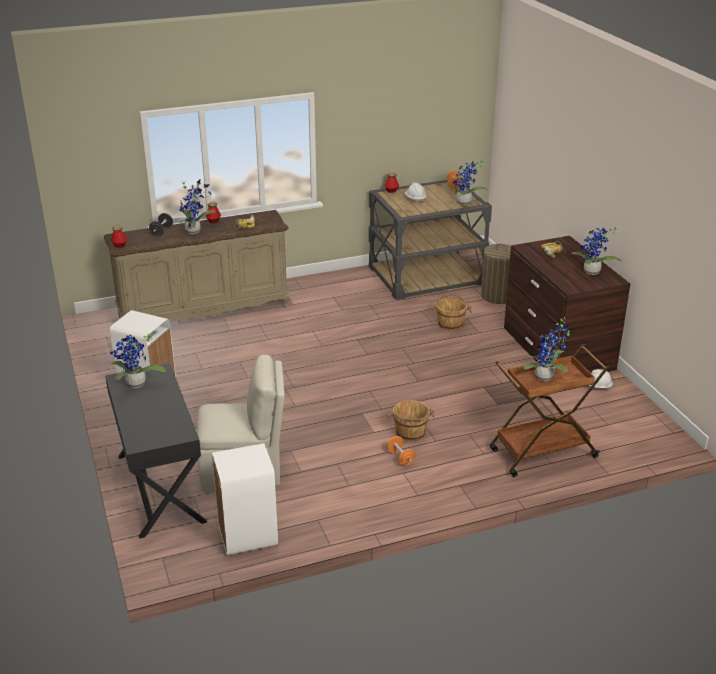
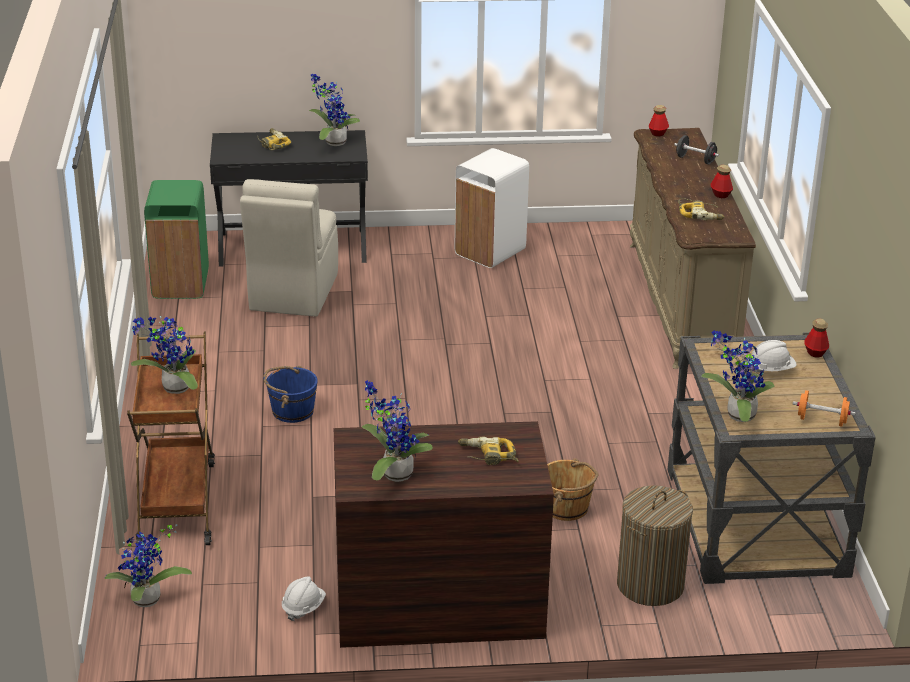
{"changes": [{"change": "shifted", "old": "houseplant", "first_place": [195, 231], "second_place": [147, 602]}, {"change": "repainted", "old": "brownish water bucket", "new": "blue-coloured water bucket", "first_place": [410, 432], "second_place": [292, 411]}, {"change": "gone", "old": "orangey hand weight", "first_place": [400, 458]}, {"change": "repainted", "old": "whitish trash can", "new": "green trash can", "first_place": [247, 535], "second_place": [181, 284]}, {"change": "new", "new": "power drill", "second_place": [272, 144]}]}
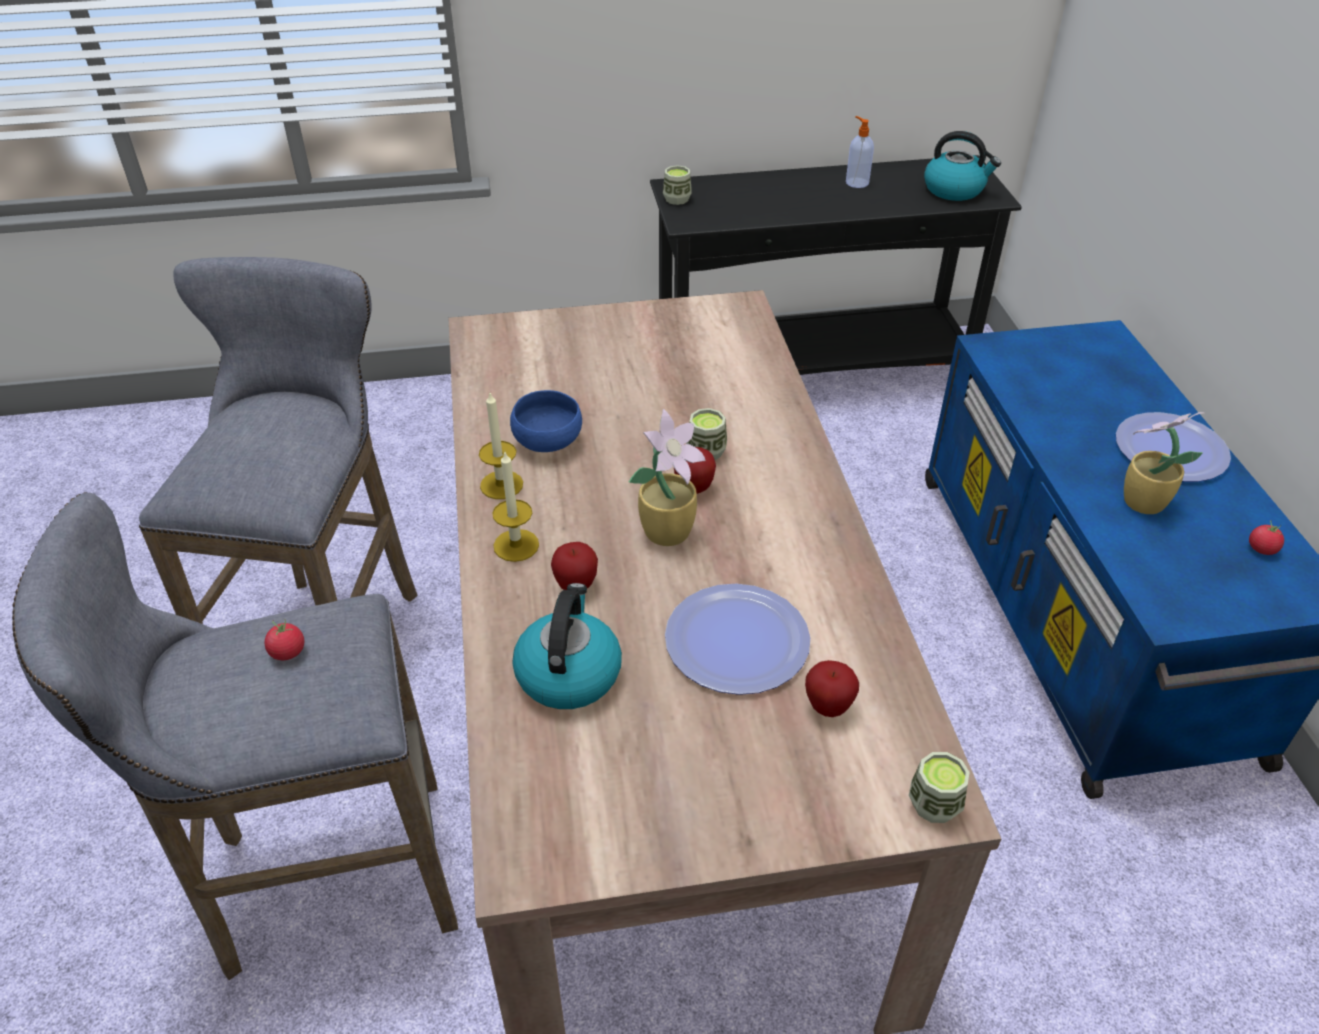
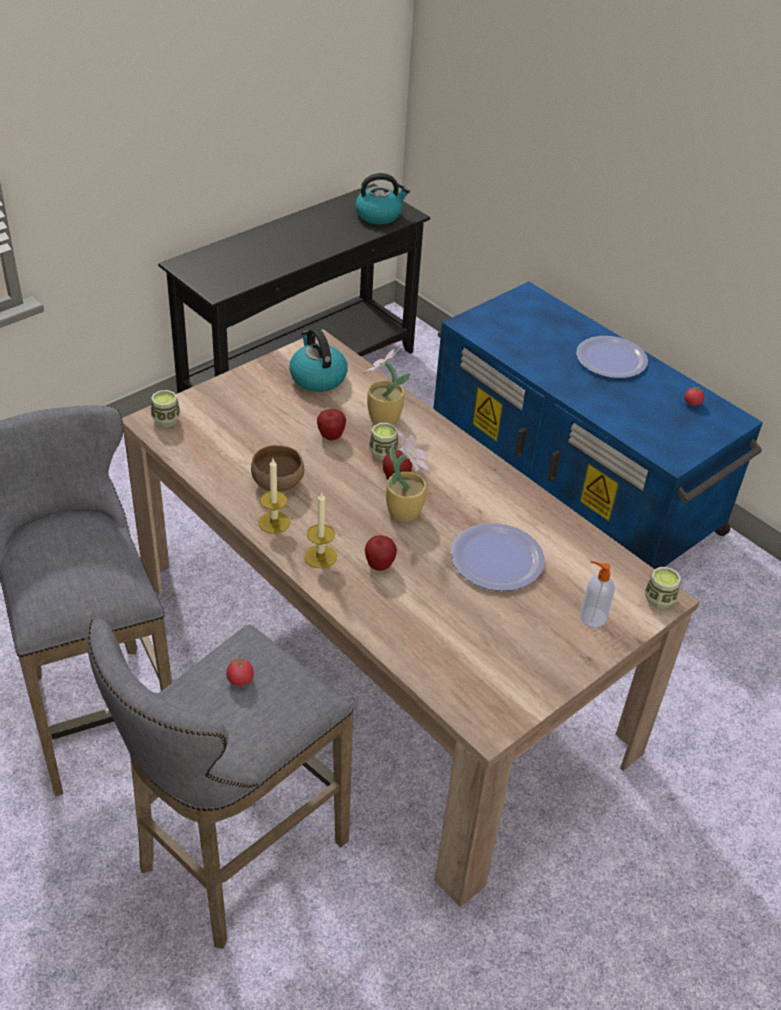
{"changes": [{"change": "shifted", "old": "liquid soap bottle", "first_place": [856, 182], "second_place": [592, 617]}, {"change": "shifted", "old": "cup", "first_place": [677, 199], "second_place": [166, 420]}, {"change": "repainted", "old": "blue-coloured bowl", "new": "brownish bowl", "first_place": [549, 442], "second_place": [278, 483]}, {"change": "shifted", "old": "houseplant", "first_place": [1141, 502], "second_place": [383, 419]}, {"change": "shifted", "old": "tea kettle", "first_place": [568, 673], "second_place": [317, 377]}, {"change": "shifted", "old": "whole apple", "first_place": [828, 707], "second_place": [331, 436]}]}
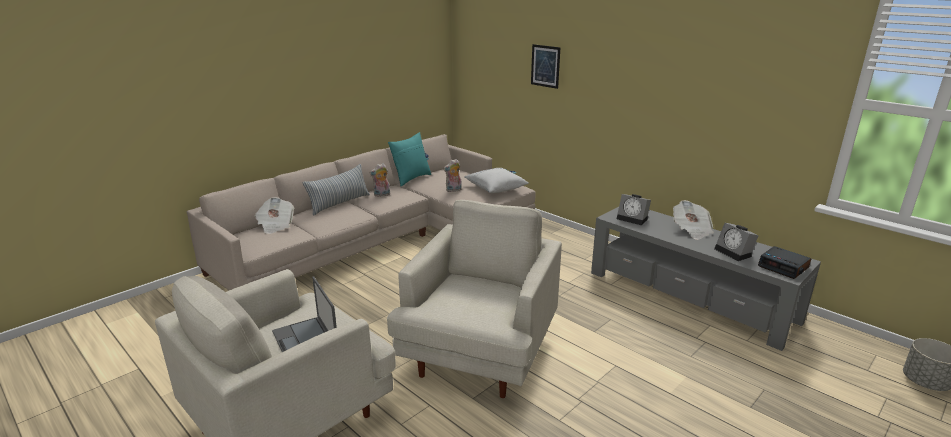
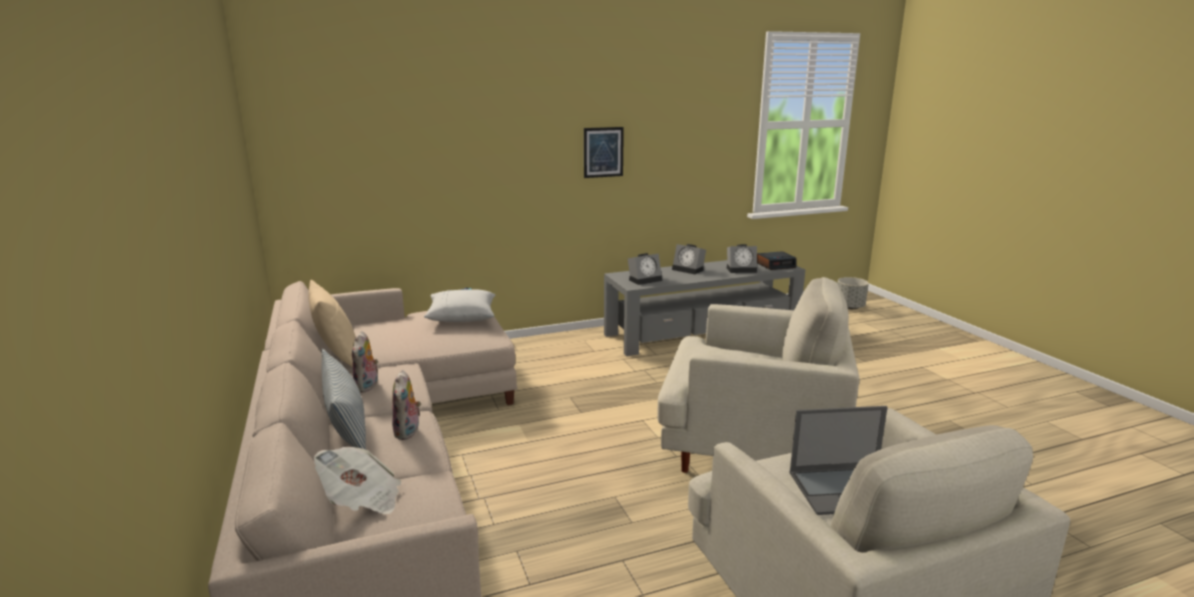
{"changes": [{"change": "shifted", "old": "picture", "first_place": [545, 66], "second_place": [603, 152]}, {"change": "repainted", "old": "turquoise cushion", "new": "beige cushion", "first_place": [411, 179], "second_place": [337, 357]}, {"change": "shifted", "old": "cuddly toy", "first_place": [453, 190], "second_place": [408, 432]}, {"change": "rotated", "old": "beige armchair", "first_place": [479, 356], "second_place": [748, 453], "degrees": 150}, {"change": "swapped", "old": "newspaper", "new": "bedside clock", "first_place": [691, 230], "second_place": [689, 269]}]}
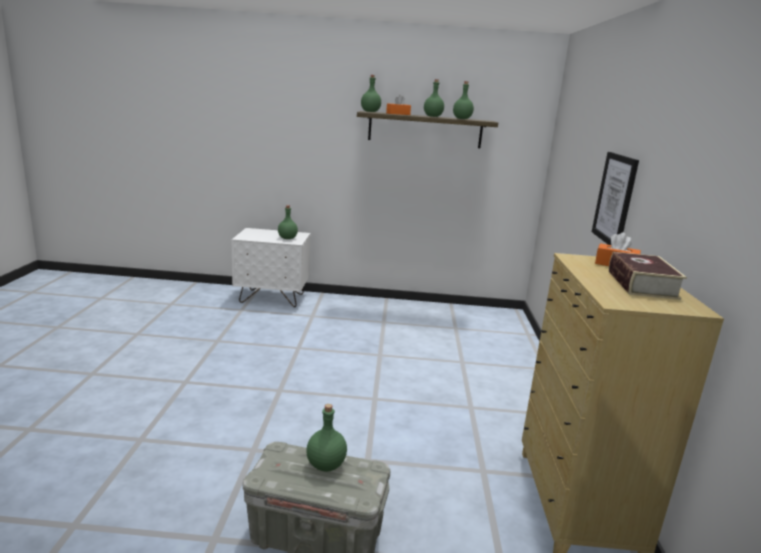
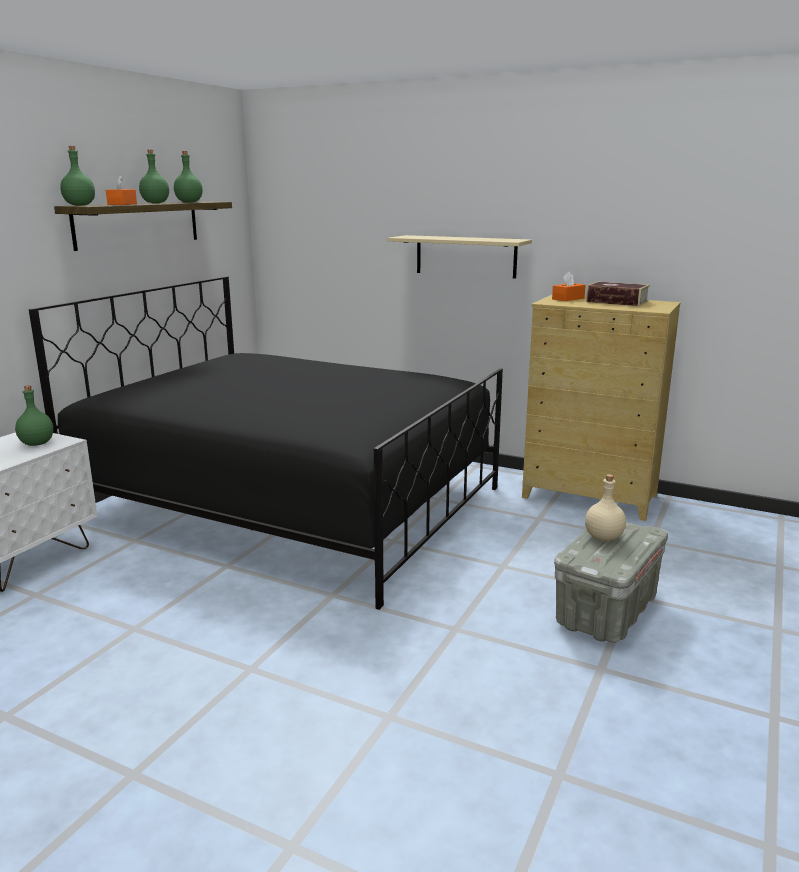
{"changes": [{"change": "swapped", "old": "picture", "new": "beige bracket shelf", "first_place": [615, 199], "second_place": [465, 256]}, {"change": "repainted", "old": "green beverage bottle", "new": "beige beverage bottle", "first_place": [325, 464], "second_place": [603, 538]}, {"change": "new", "new": "black-coloured bed", "second_place": [290, 503]}]}
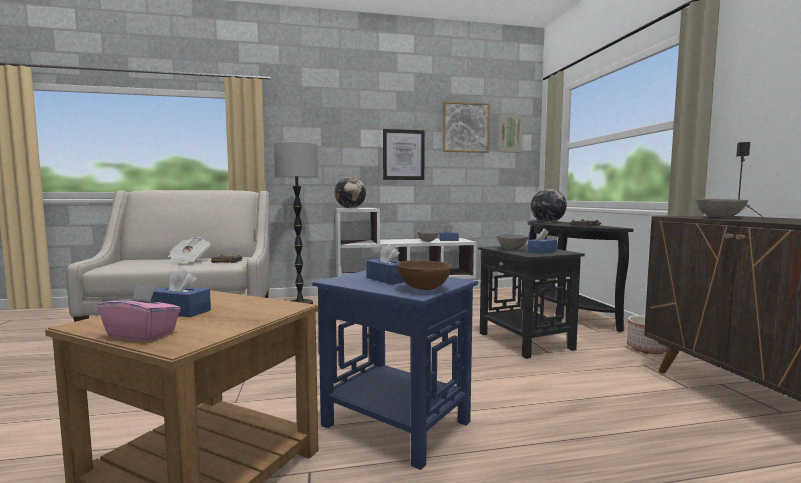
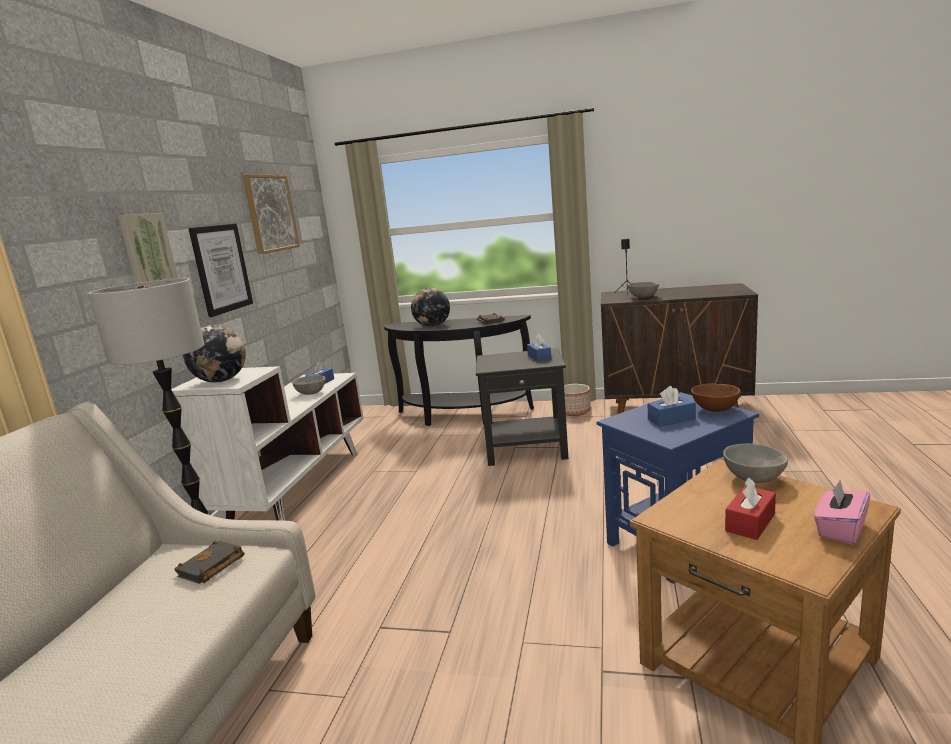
{"changes": [{"change": "shifted", "old": "picture", "first_place": [509, 134], "second_place": [147, 253]}, {"change": "shifted", "old": "grey bowl", "first_place": [512, 249], "second_place": [753, 478]}, {"change": "gone", "old": "newspaper", "first_place": [187, 262]}, {"change": "repainted", "old": "blue-coloured tissue box", "new": "red-coloured tissue box", "first_place": [180, 311], "second_place": [750, 522]}]}
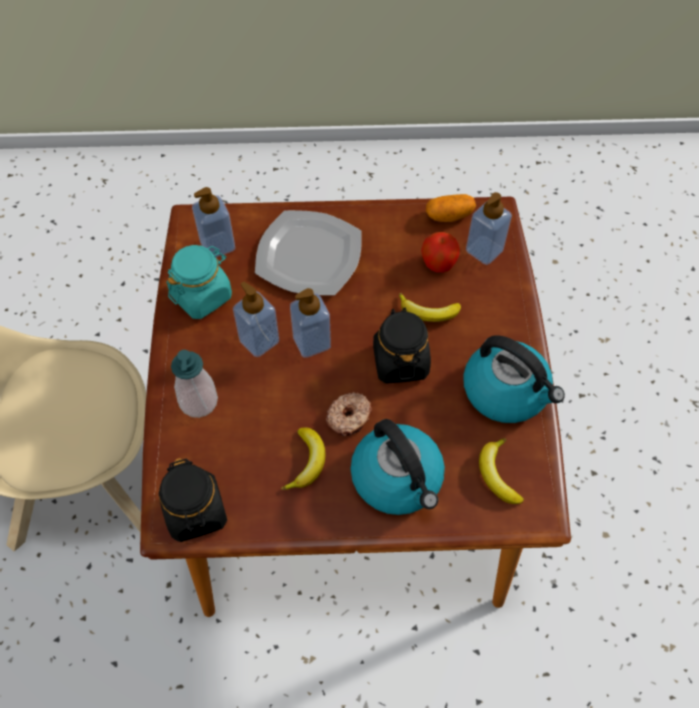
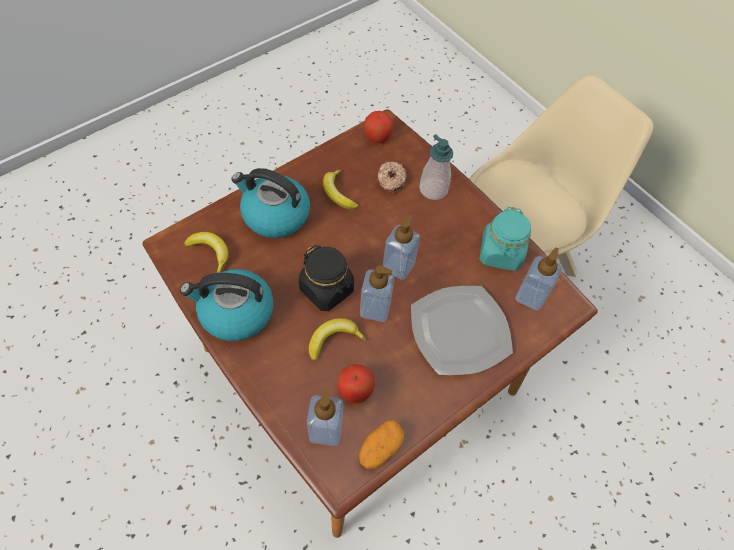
{"changes": [{"change": "shifted", "old": "liquid soap bottle", "first_place": [259, 340], "second_place": [375, 308]}, {"change": "shifted", "old": "doughnut", "first_place": [349, 418], "second_place": [390, 180]}, {"change": "swapped", "old": "black-coloured jar", "new": "whole apple", "first_place": [196, 512], "second_place": [377, 137]}]}
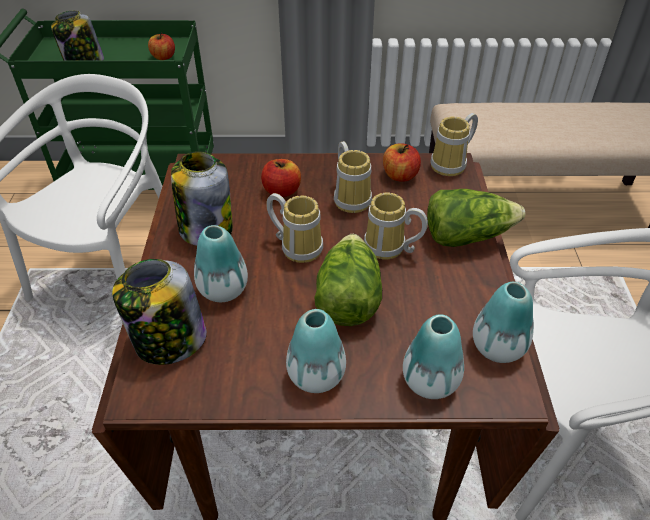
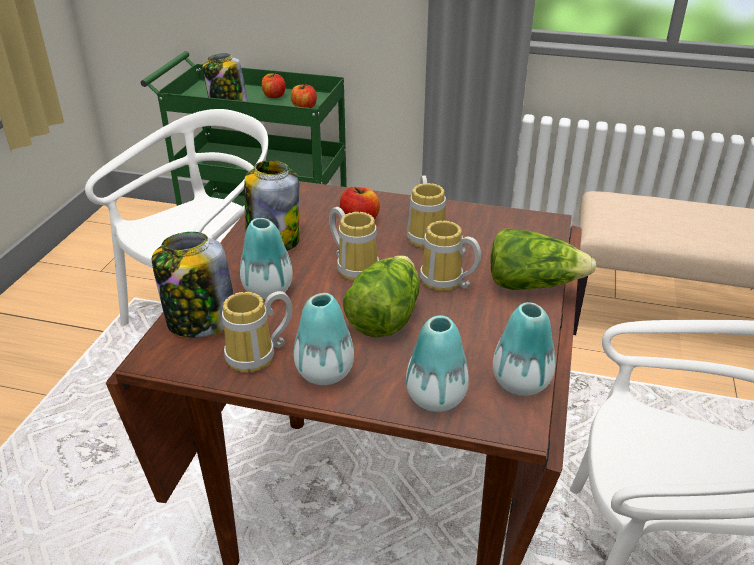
{"changes": [{"change": "shifted", "old": "tea mug", "first_place": [452, 165], "second_place": [258, 357]}, {"change": "shifted", "old": "whole apple", "first_place": [400, 175], "second_place": [274, 96]}]}
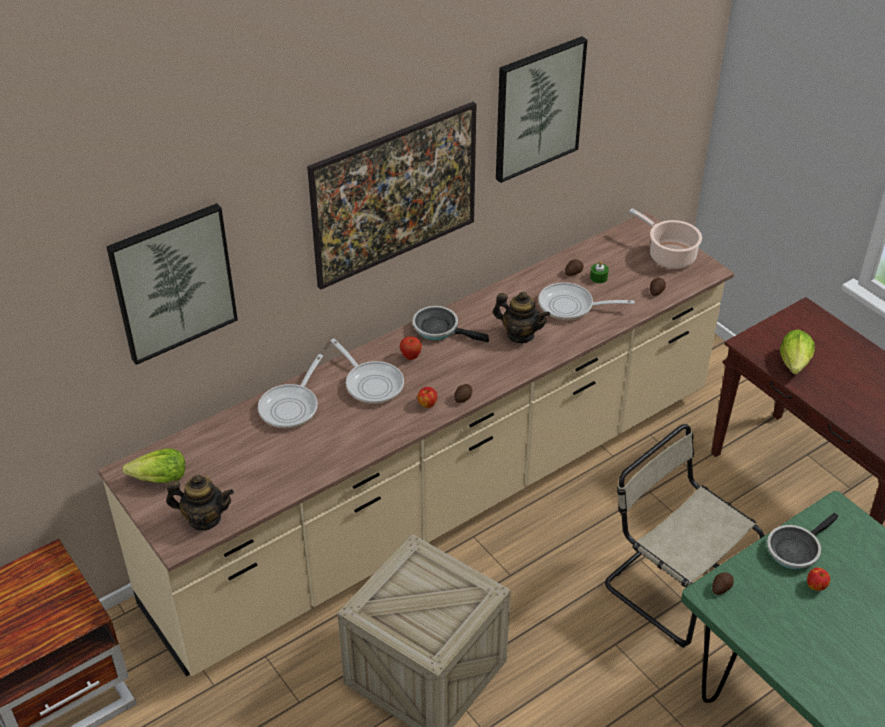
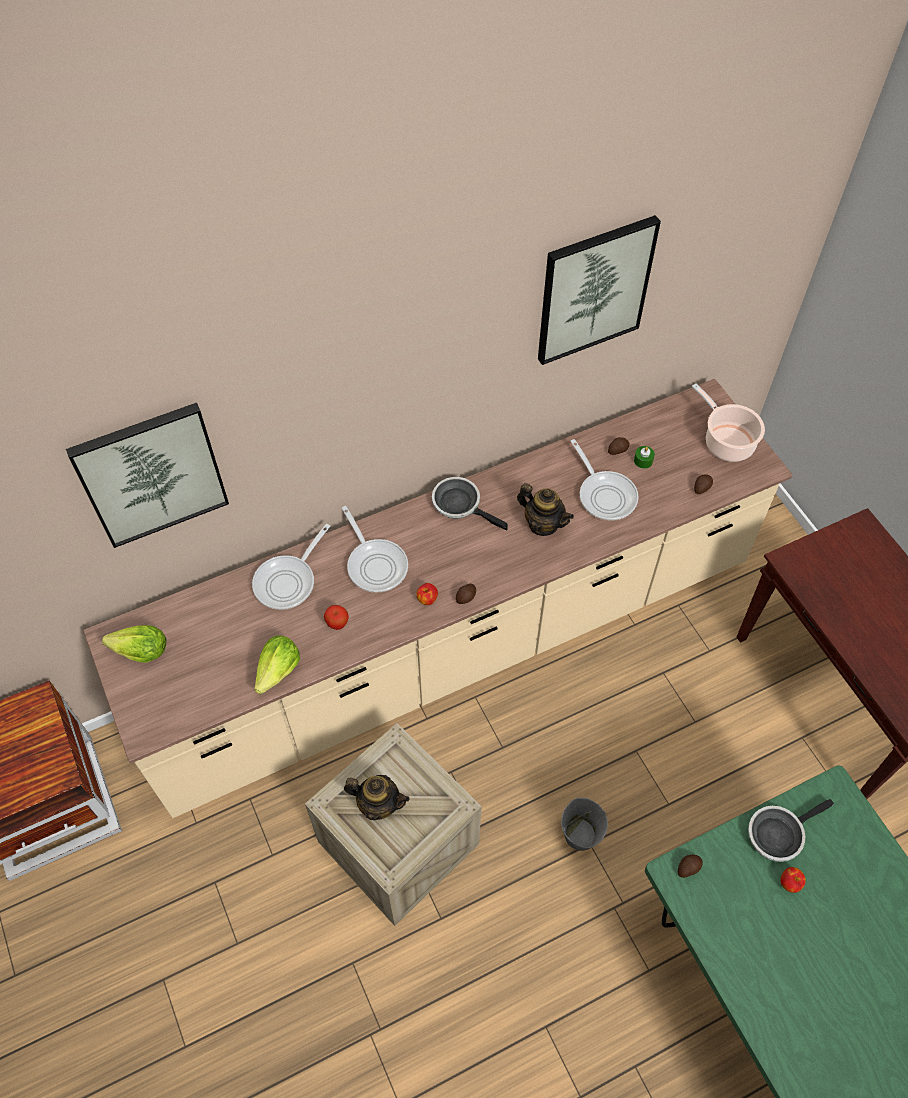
{"changes": [{"change": "gone", "old": "picture", "first_place": [395, 224]}, {"change": "rotated", "old": "frying pan", "first_place": [571, 306], "second_place": [605, 494], "degrees": -135}, {"change": "shifted", "old": "lettuce head", "first_place": [795, 363], "second_place": [278, 671]}, {"change": "shifted", "old": "whole apple", "first_place": [410, 357], "second_place": [337, 624]}, {"change": "gone", "old": "beige upright chair", "first_place": [671, 584]}, {"change": "shifted", "old": "teapot", "first_place": [204, 519], "second_place": [378, 804]}, {"change": "new", "new": "grey water bucket", "second_place": [580, 834]}]}
